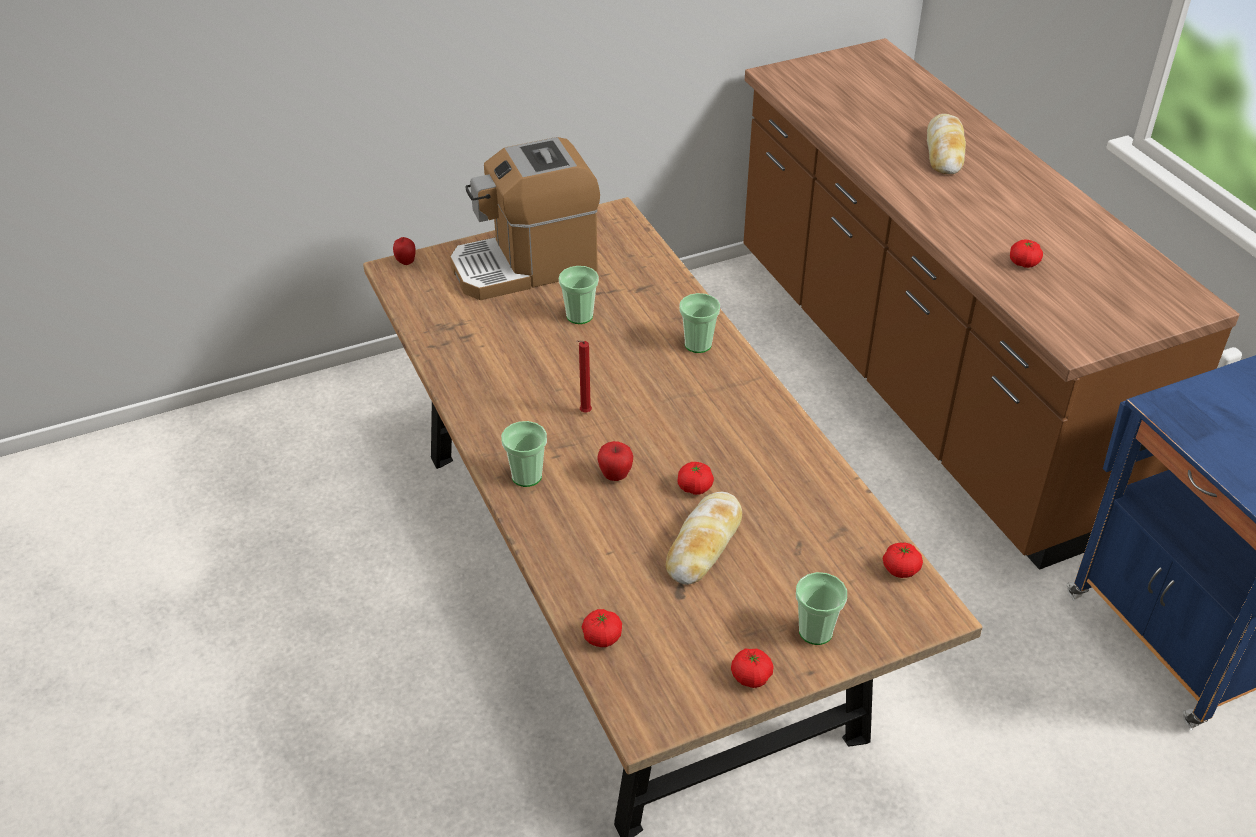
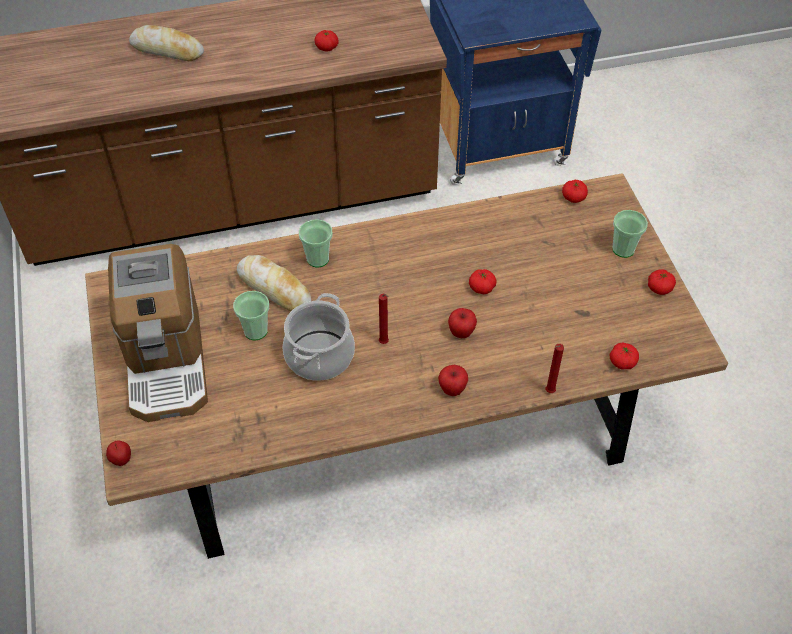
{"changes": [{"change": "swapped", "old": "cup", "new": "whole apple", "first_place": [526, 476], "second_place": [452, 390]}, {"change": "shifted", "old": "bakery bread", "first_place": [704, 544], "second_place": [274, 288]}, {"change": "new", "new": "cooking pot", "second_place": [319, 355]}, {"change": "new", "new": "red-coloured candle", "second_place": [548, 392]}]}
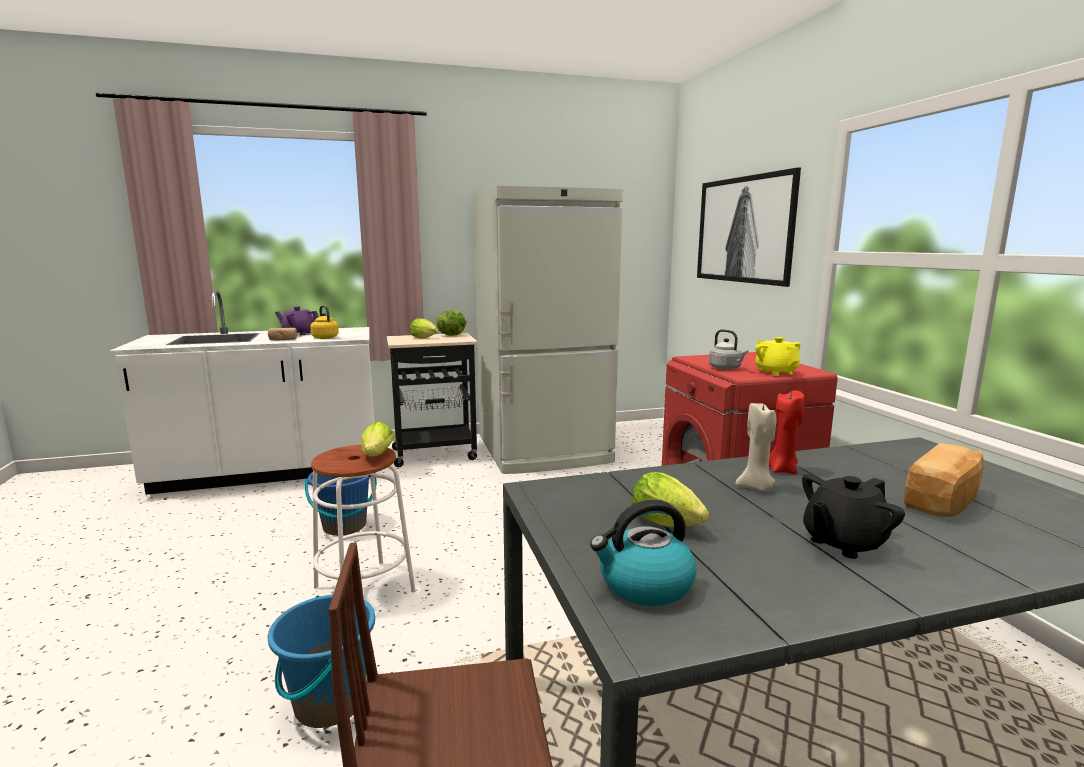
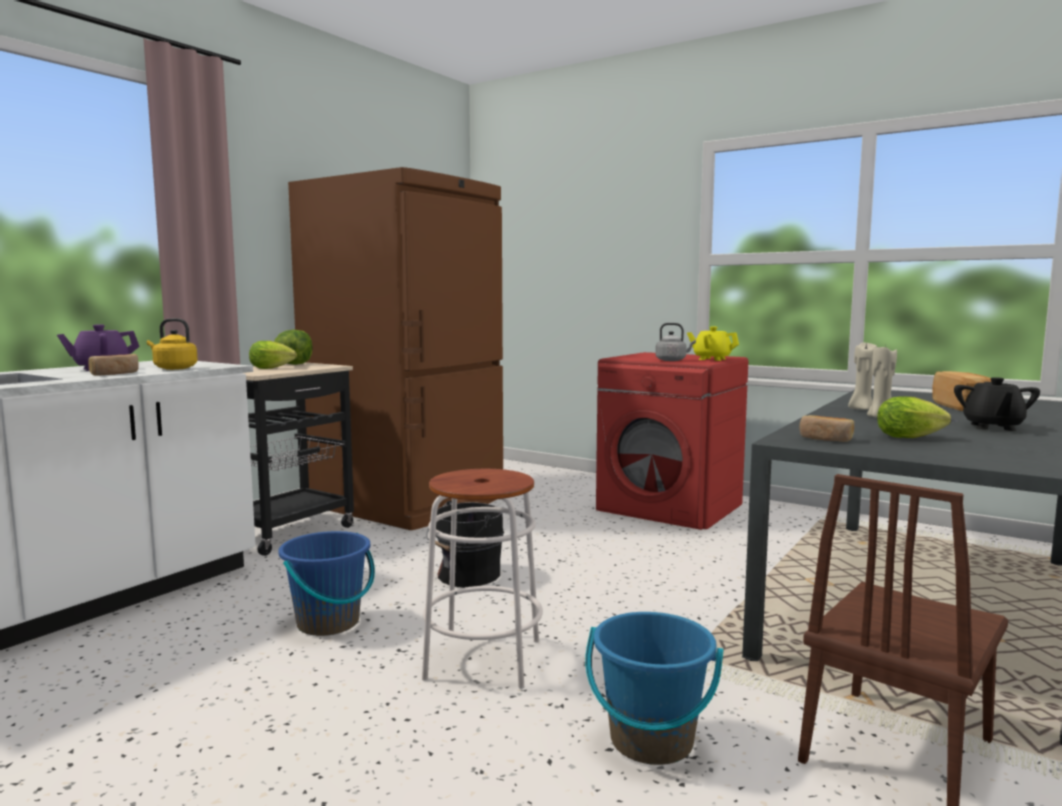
{"changes": [{"change": "gone", "old": "picture", "first_place": [745, 230]}, {"change": "repainted", "old": "whitish refrigerator", "new": "brownish refrigerator", "first_place": [543, 448], "second_place": [407, 500]}, {"change": "repainted", "old": "red-coloured candle", "new": "beige candle", "first_place": [782, 470], "second_place": [860, 409]}, {"change": "gone", "old": "lettuce head", "first_place": [376, 456]}, {"change": "gone", "old": "tea kettle", "first_place": [644, 585]}, {"change": "new", "new": "bakery bread", "second_place": [826, 439]}, {"change": "new", "new": "black-coloured water bucket", "second_place": [465, 575]}]}
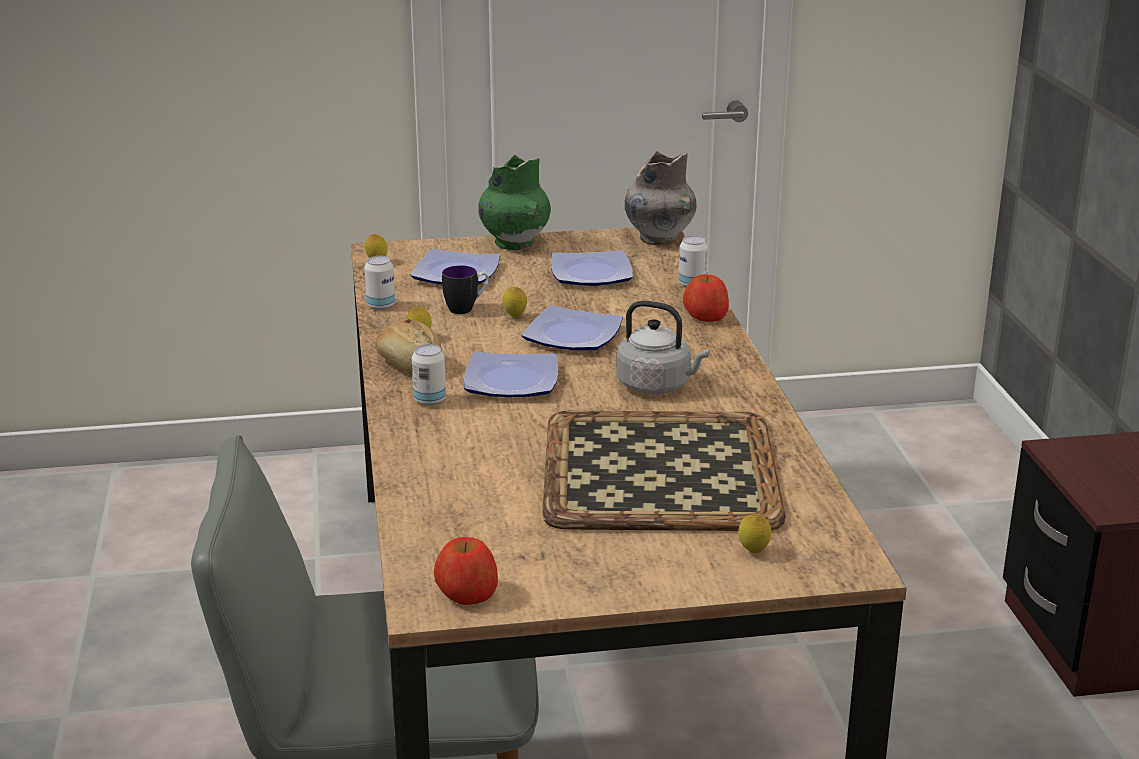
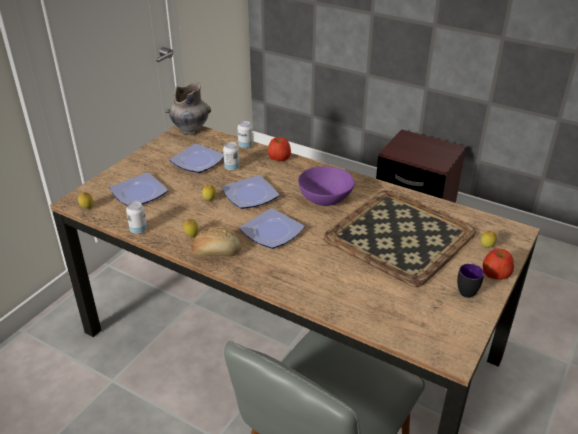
{"changes": [{"change": "gone", "old": "green vase", "first_place": [514, 243]}, {"change": "shifted", "old": "tea mug", "first_place": [467, 308], "second_place": [466, 289]}, {"change": "swapped", "old": "grey tea kettle", "new": "purple-coloured bowl", "first_place": [657, 386], "second_place": [325, 199]}, {"change": "shifted", "old": "sealed can", "first_place": [429, 400], "second_place": [232, 168]}, {"change": "shifted", "old": "whole apple", "first_place": [467, 594], "second_place": [495, 274]}]}
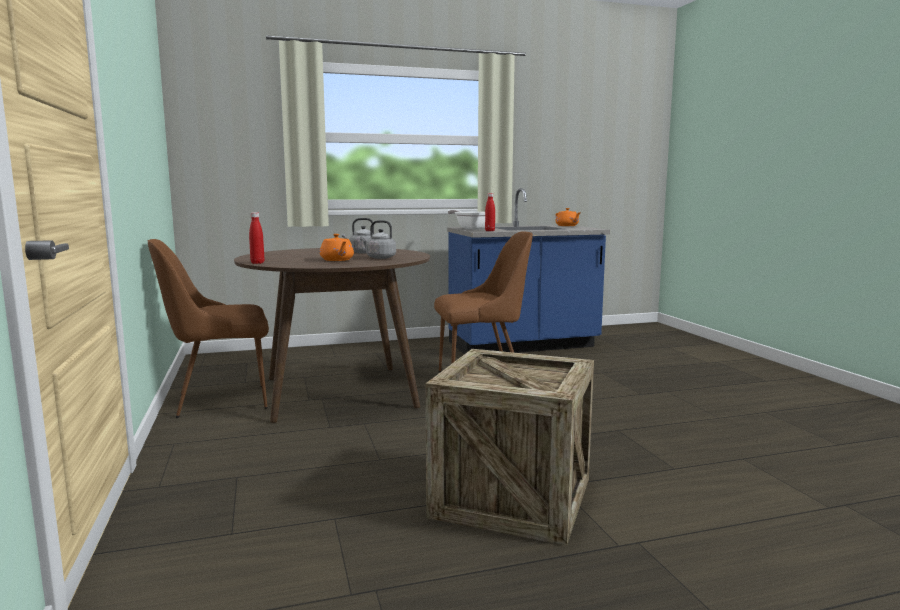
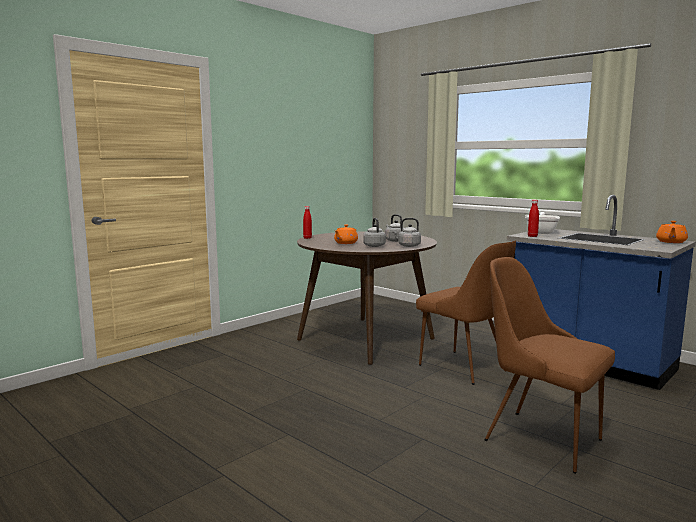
{"changes": [{"change": "shifted", "old": "brownish upright chair", "first_place": [221, 401], "second_place": [541, 440]}, {"change": "gone", "old": "packing crate", "first_place": [512, 497]}, {"change": "new", "new": "grey tea kettle", "second_place": [407, 246]}]}
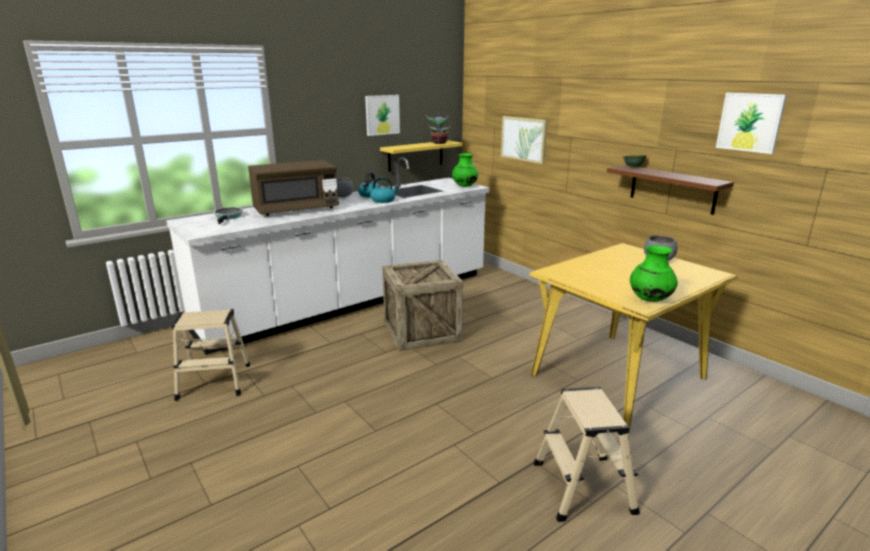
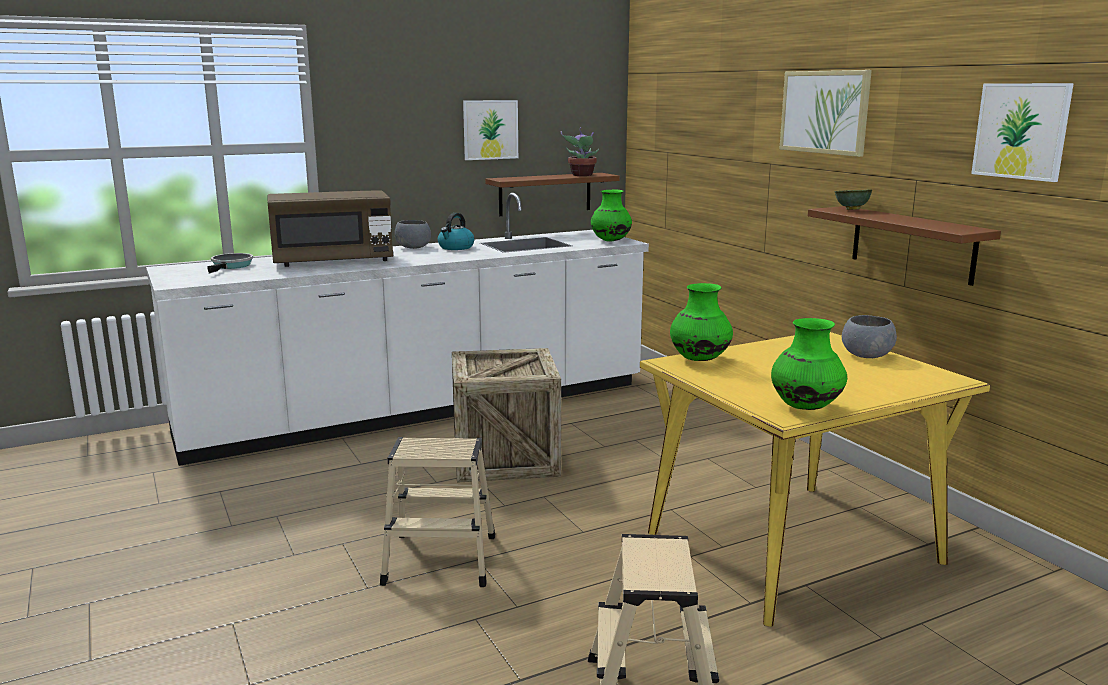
{"changes": [{"change": "shifted", "old": "picture", "first_place": [524, 139], "second_place": [825, 112]}, {"change": "repainted", "old": "yellow bracket shelf", "new": "brownish bracket shelf", "first_place": [415, 156], "second_place": [545, 194]}, {"change": "gone", "old": "tea kettle", "first_place": [383, 200]}, {"change": "shifted", "old": "beige stepladder", "first_place": [215, 381], "second_place": [441, 558]}, {"change": "new", "new": "green vase", "second_place": [699, 359]}]}
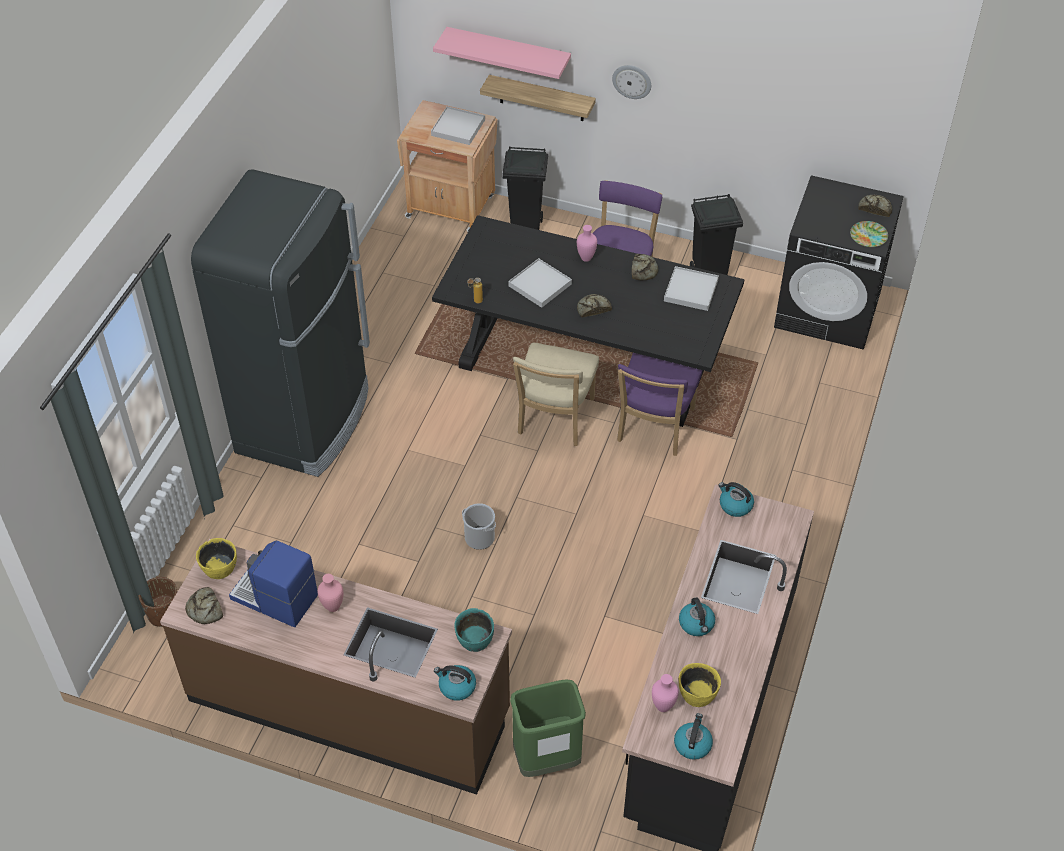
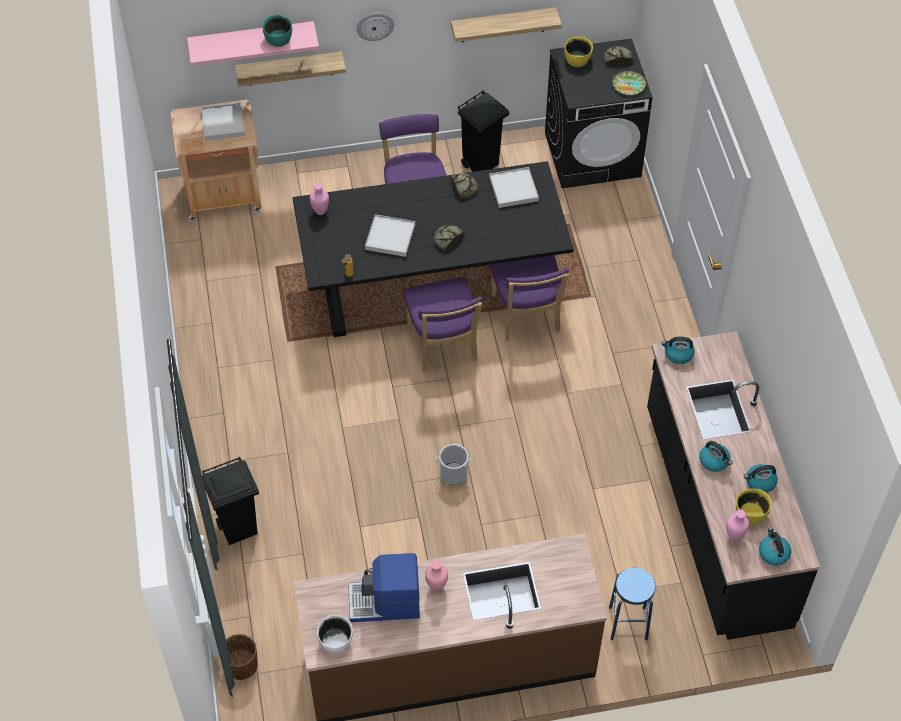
{"changes": [{"change": "shifted", "old": "black-coloured trash can", "first_place": [526, 226], "second_place": [239, 528]}, {"change": "gone", "old": "black-coloured refrigerator", "first_place": [305, 421]}, {"change": "shifted", "old": "pink-coloured vase", "first_place": [586, 258], "second_place": [320, 211]}, {"change": "repainted", "old": "beige upright chair", "new": "purple-coloured upright chair", "first_place": [554, 419], "second_place": [443, 346]}, {"change": "shifted", "old": "yellow bowl", "first_place": [220, 567], "second_place": [577, 59]}, {"change": "swapped", "old": "bakery bread", "new": "whitish bowl", "first_place": [205, 609], "second_place": [336, 641]}, {"change": "shifted", "old": "turquoise bowl", "first_place": [474, 639], "second_place": [278, 39]}, {"change": "shifted", "old": "tea kettle", "first_place": [456, 687], "second_place": [760, 482]}, {"change": "swapped", "old": "green trash can", "new": "blue-coloured sitting stool", "first_place": [546, 760], "second_place": [628, 623]}, {"change": "new", "new": "bracket shelf", "second_place": [503, 25]}]}
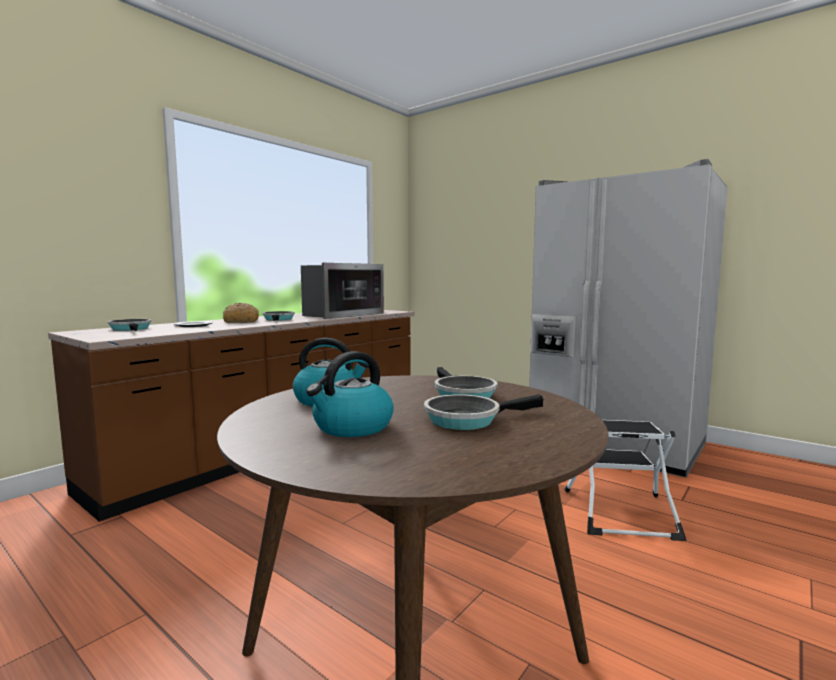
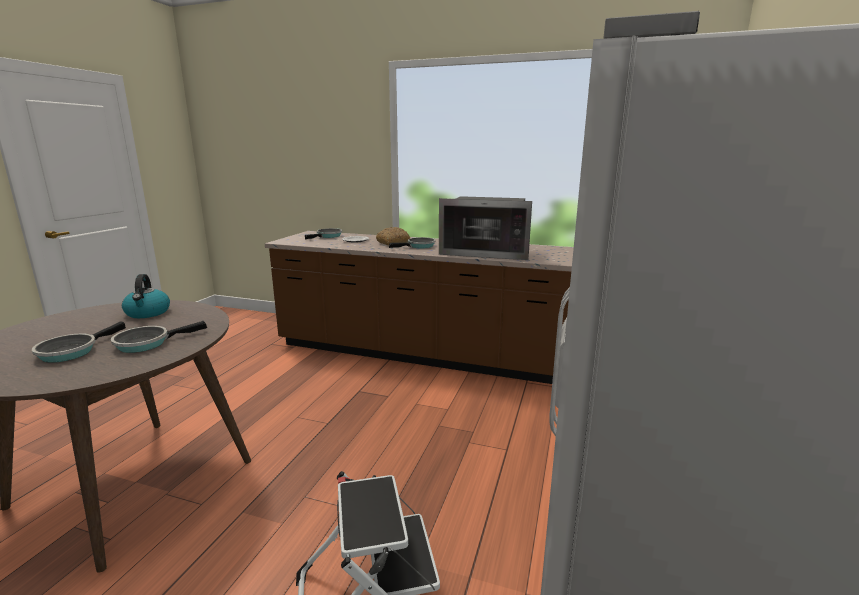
{"changes": [{"change": "gone", "old": "tea kettle", "first_place": [352, 427]}, {"change": "rotated", "old": "frying pan", "first_place": [467, 419], "second_place": [71, 351], "degrees": -120}]}
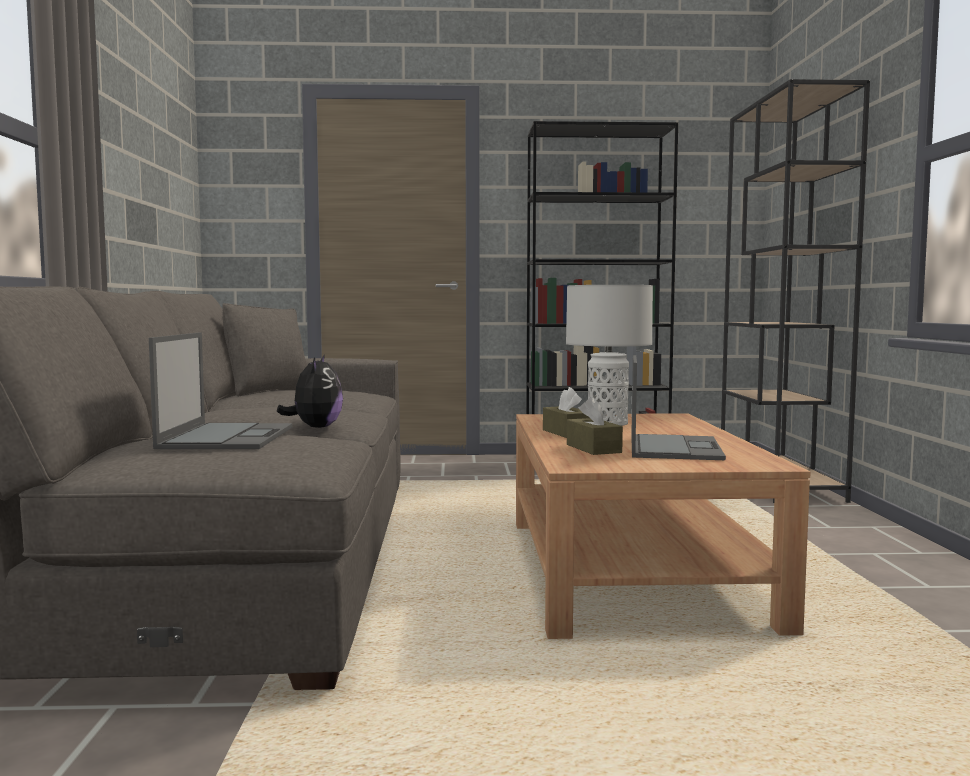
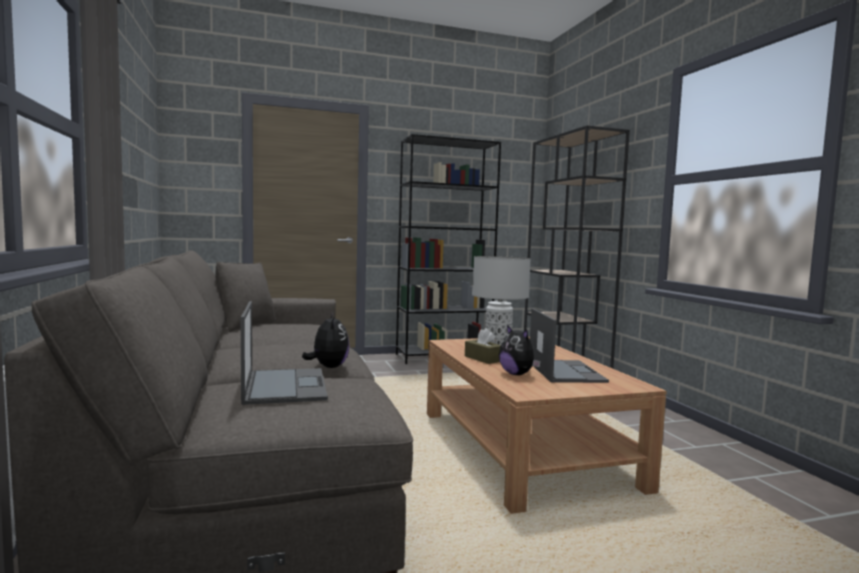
{"changes": [{"change": "swapped", "old": "brownish tissue box", "new": "cuddly toy", "first_place": [593, 448], "second_place": [517, 374]}]}
